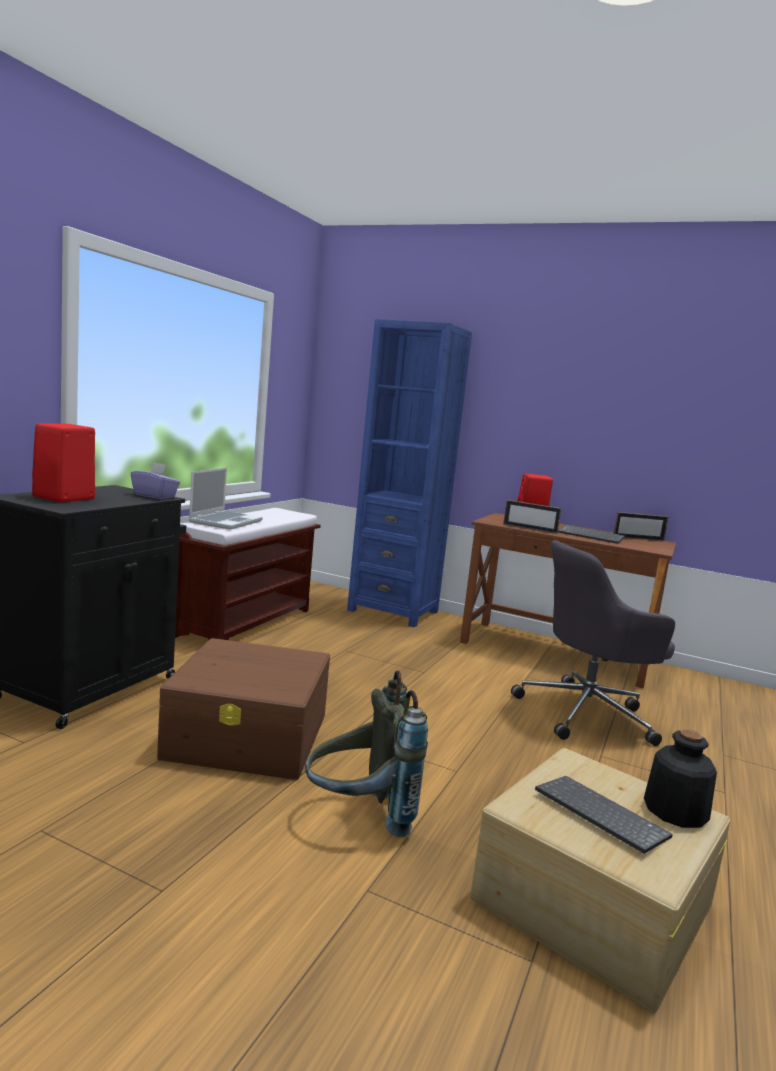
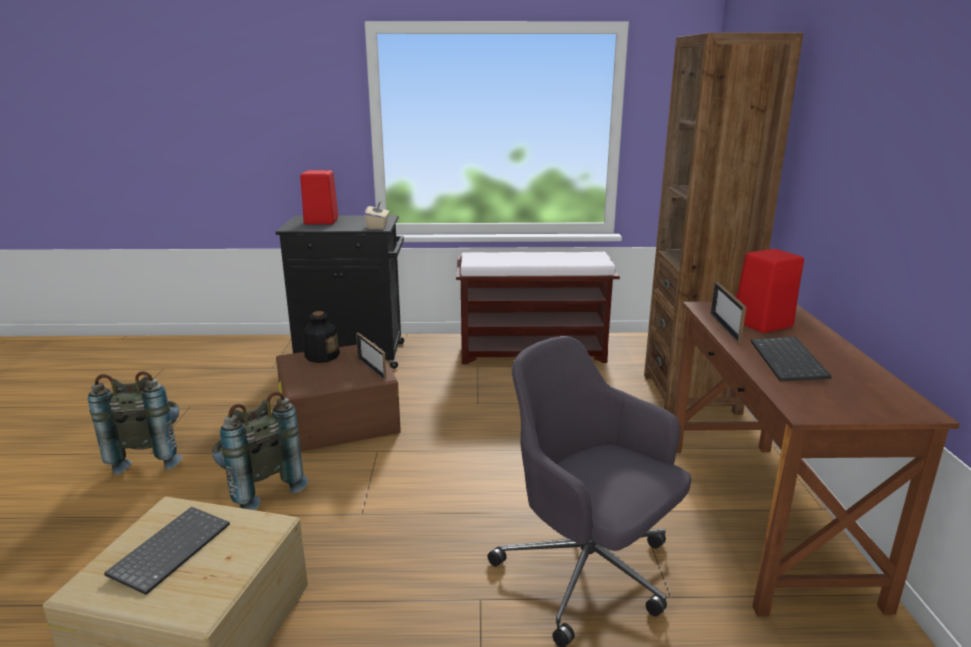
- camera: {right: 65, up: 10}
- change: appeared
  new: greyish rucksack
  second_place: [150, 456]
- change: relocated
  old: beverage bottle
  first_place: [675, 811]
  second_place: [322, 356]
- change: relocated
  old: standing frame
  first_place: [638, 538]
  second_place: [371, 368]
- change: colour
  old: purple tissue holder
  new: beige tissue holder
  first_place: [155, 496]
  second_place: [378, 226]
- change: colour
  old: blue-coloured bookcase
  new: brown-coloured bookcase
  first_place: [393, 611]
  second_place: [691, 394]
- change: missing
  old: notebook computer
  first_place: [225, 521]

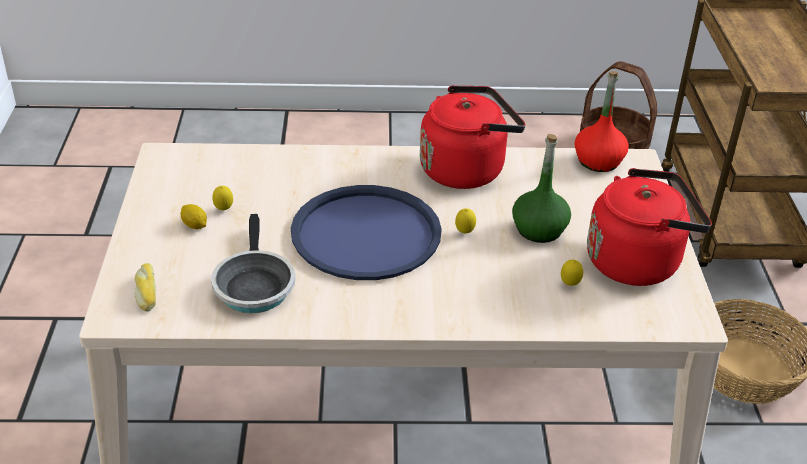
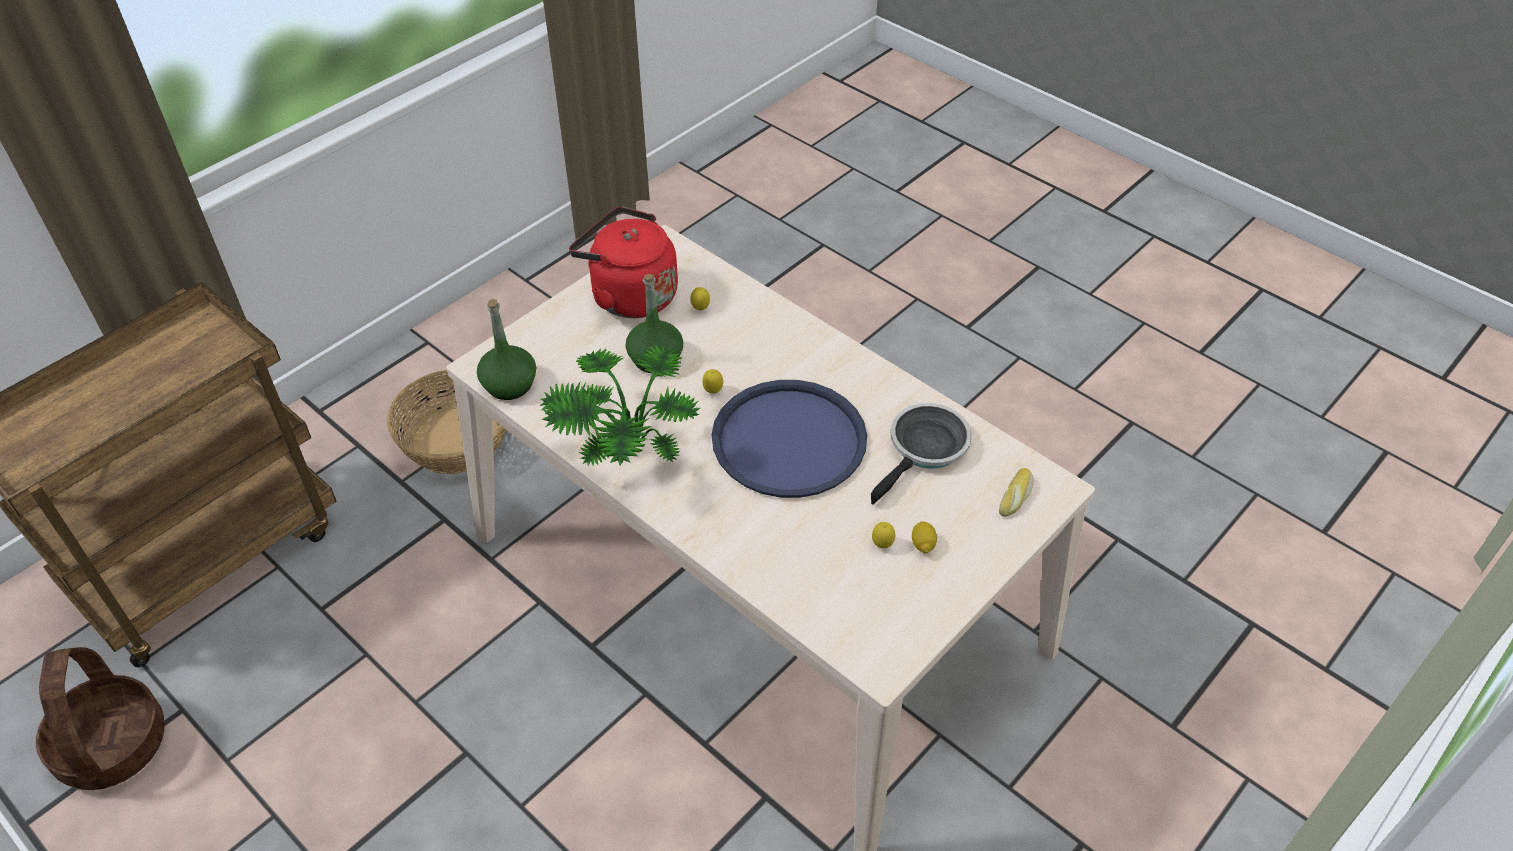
- camera: {right: -135, up: 10}
- change: colour
  old: reddish beverage bottle
  new: green beverage bottle
  first_place: [598, 161]
  second_place: [509, 385]
- change: exchanged
  old: reddish water kettle
  new: potted plant
  first_place: [466, 169]
  second_place: [624, 449]

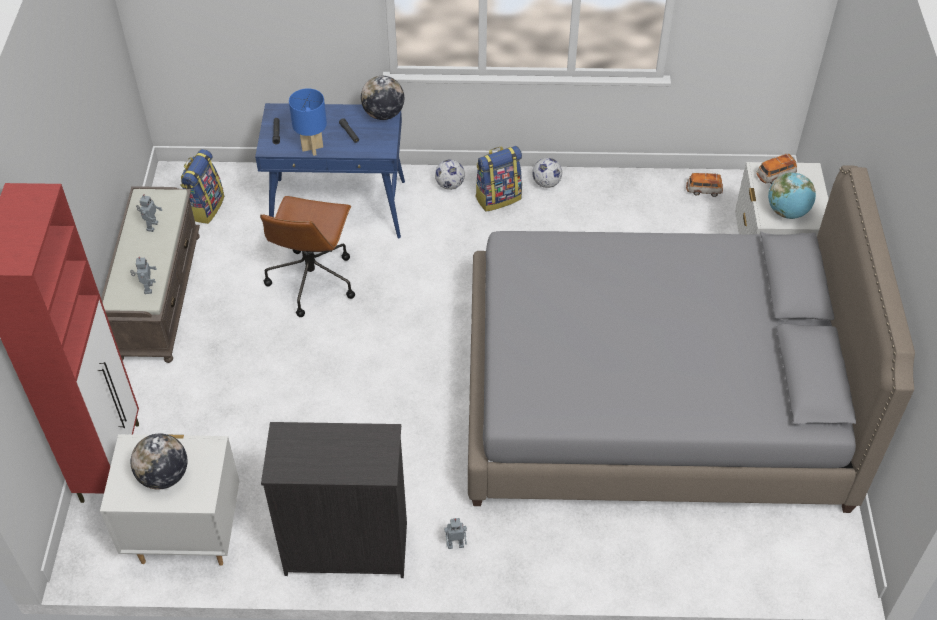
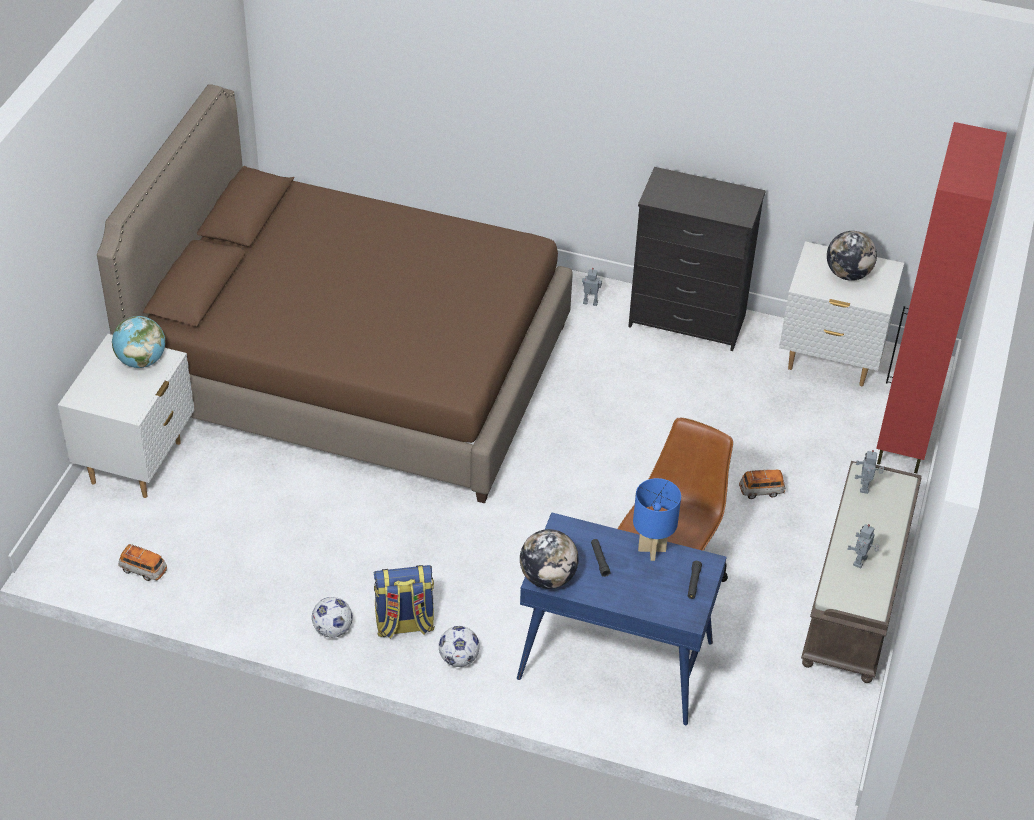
- camera: {right: -165, up: -5}
- change: colour
  old: greyish sleeping bed
  new: brown-coloured sleeping bed
  first_place: [652, 399]
  second_place: [353, 368]
- change: relocated
  old: miniature car
  first_place: [775, 176]
  second_place: [761, 491]
- change: missing
  old: rucksack
  first_place: [205, 207]

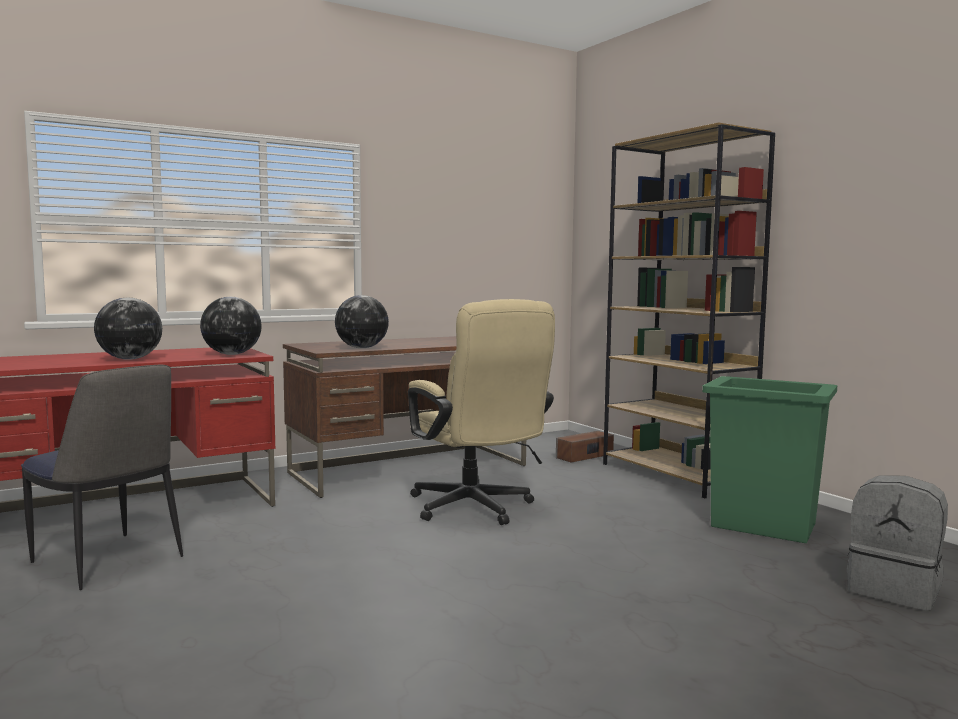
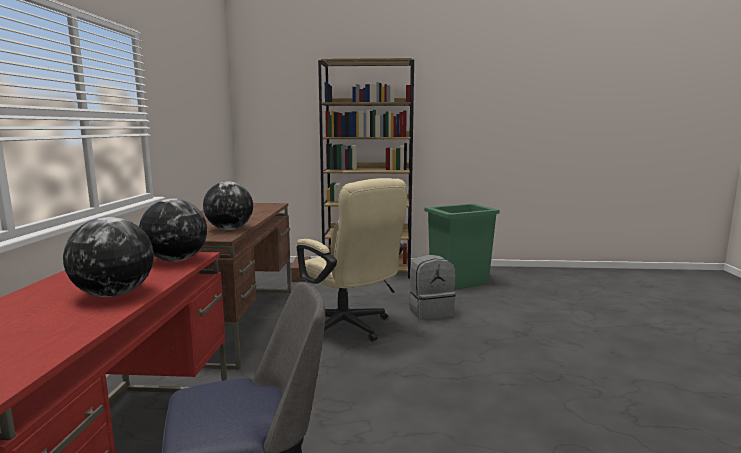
- camera: {right: -55, up: 5}
- change: spun
  old: beige office chair
  first_place: [476, 509]
  second_place: [349, 328]
  degrees: 45
- change: relocated
  old: greyish rucksack
  first_place: [895, 590]
  second_place: [430, 311]

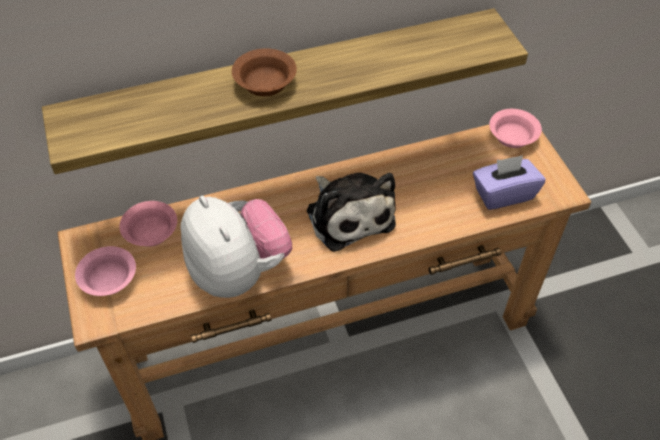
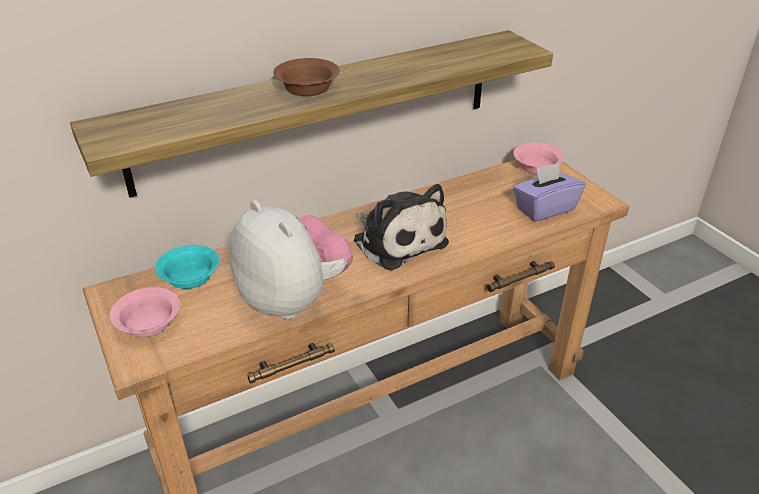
- camera: {right: -10, up: -15}
- change: colour
  old: pink deep dish
  new: turquoise deep dish
  first_place: [151, 231]
  second_place: [189, 276]

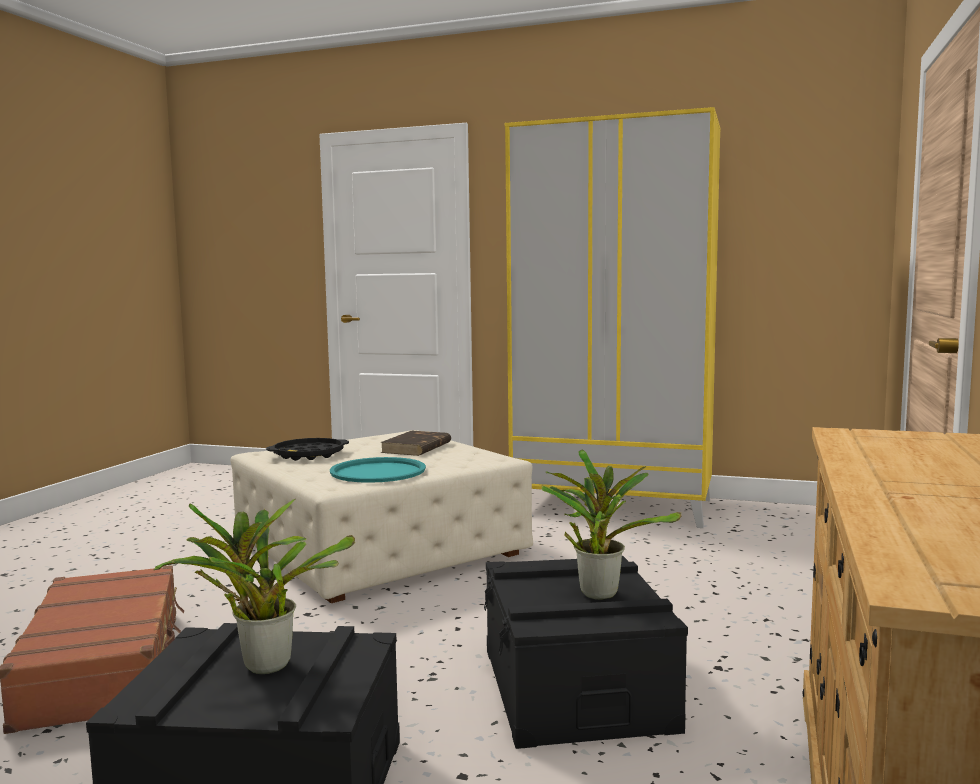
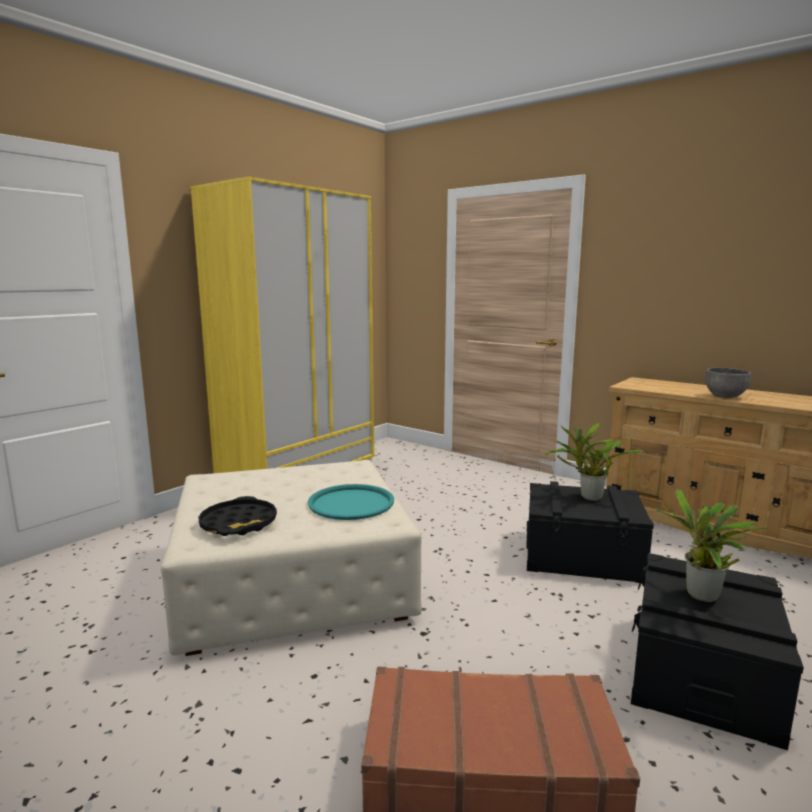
- camera: {right: -70, up: 5}
- change: appeared
  new: greyish deep dish
  second_place: [724, 396]
- change: missing
  old: brown-coloured volume
  first_place: [416, 447]

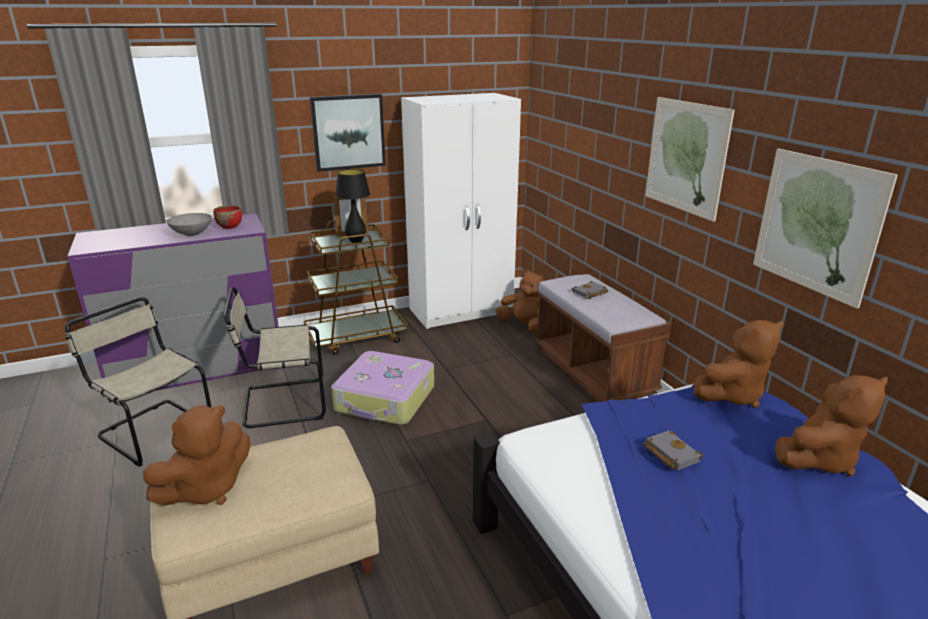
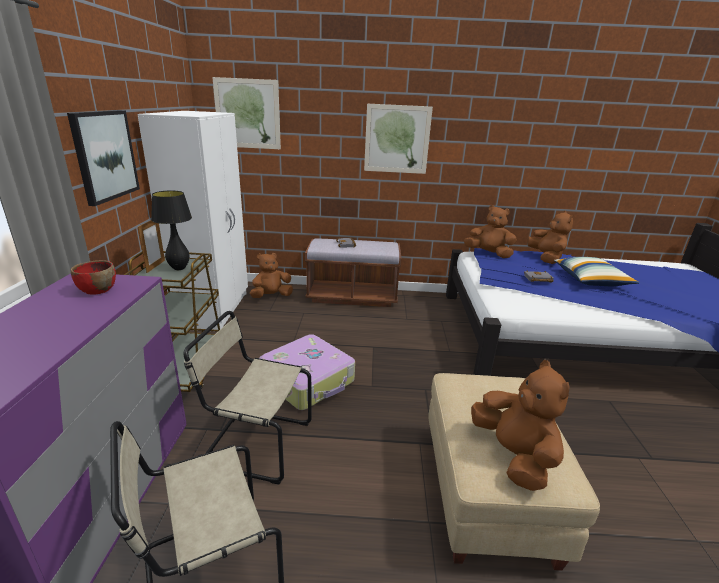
- camera: {right: -65, up: 0}
- change: spun
  old: beige chair
  first_place: [281, 403]
  second_place: [254, 443]
  degrees: 90
- change: relocated
  old: wall art
  first_place: [817, 225]
  second_place: [247, 114]
- change: spun
  old: brown-coloured plush toy
  first_place: [732, 395]
  second_place: [488, 254]
  degrees: -60
- change: appeared
  new: cushion
  second_place: [591, 280]
- change: missing
  old: greyish deep dish
  first_place: [191, 234]

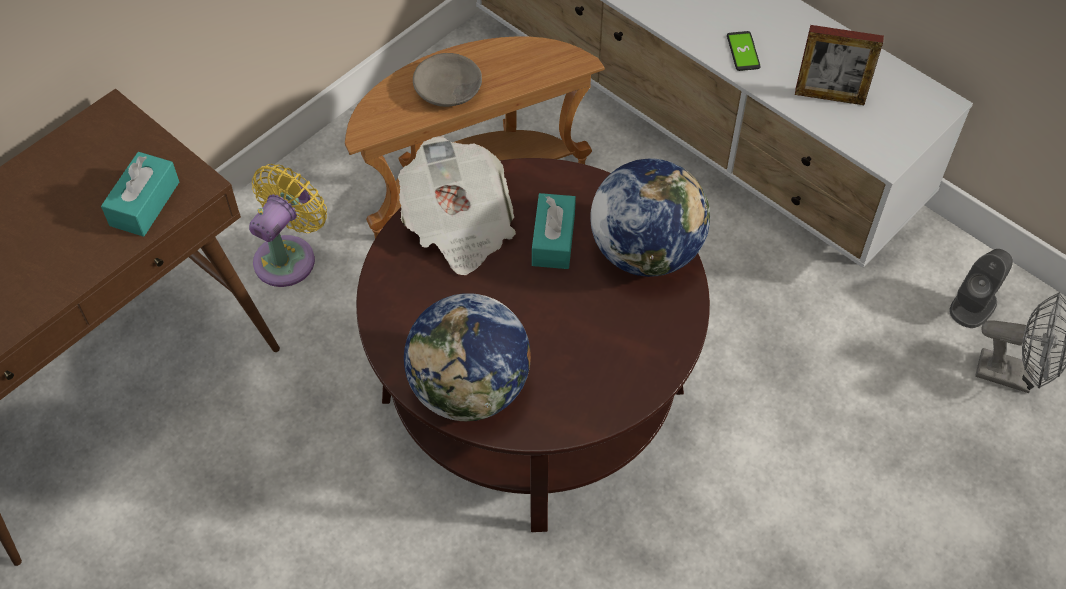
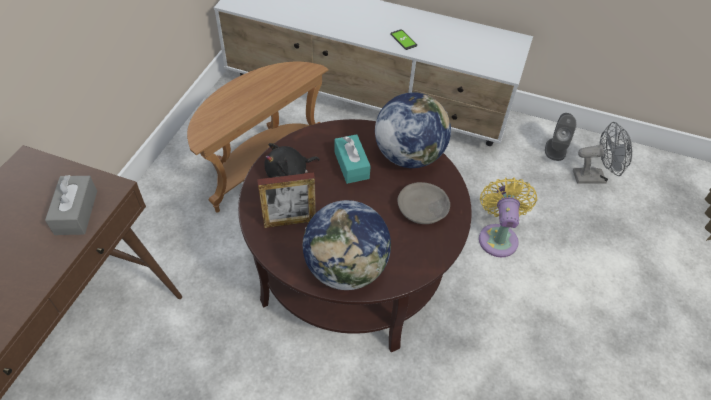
- camera: {right: -25, up: -5}
- change: colour
  old: turquoise tissue holder
  new: greyish tissue holder
  first_place: [144, 203]
  second_place: [76, 212]
- change: relocated
  old: standing frame
  first_place: [829, 96]
  second_place: [289, 221]
- change: exchanged
  old: newspaper
  new: blackish plush toy
  first_place: [458, 225]
  second_place: [289, 174]
- change: relocated
  old: greyish deep dish
  first_place: [448, 90]
  second_place: [423, 209]
- change: relocated
  old: yellowish fan
  first_place: [289, 256]
  second_place: [498, 237]

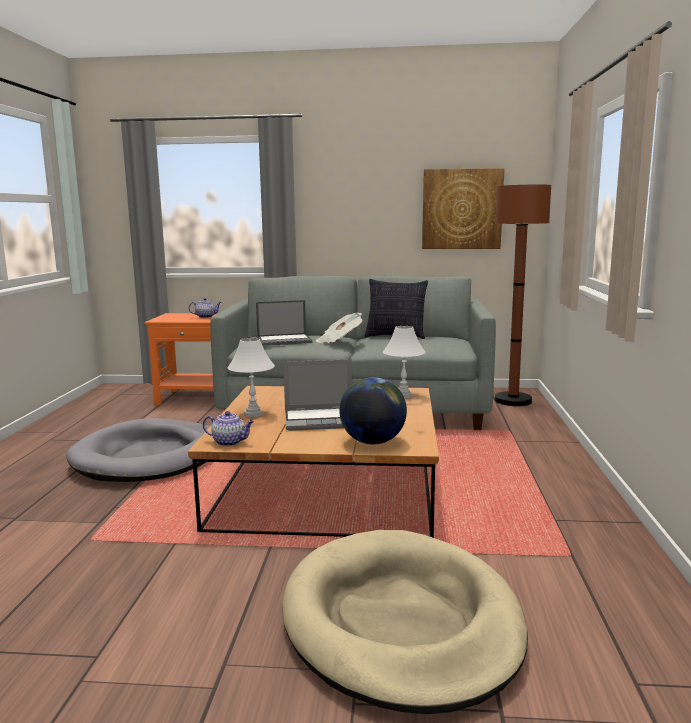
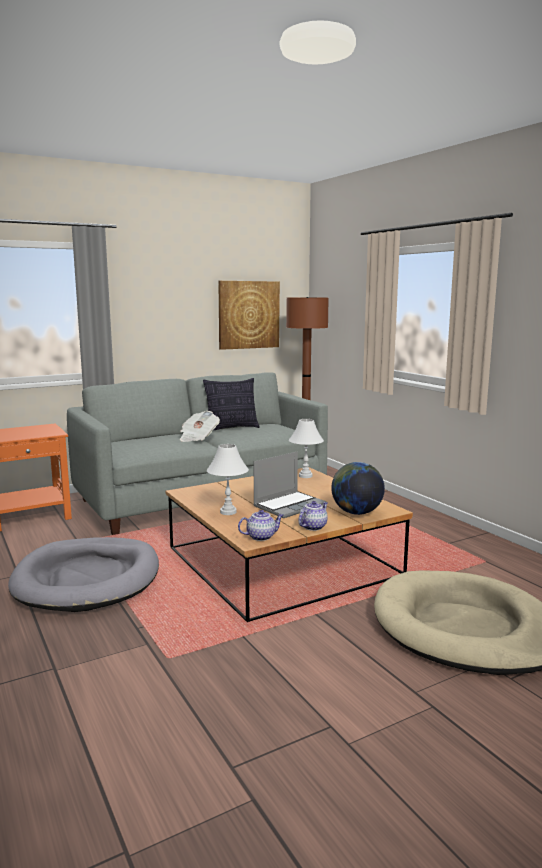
- camera: {right: -35, up: 0}
- change: relocated
  old: tea pot
  first_place: [206, 317]
  second_place: [313, 527]
- change: missing
  old: notebook computer
  first_place: [285, 340]

